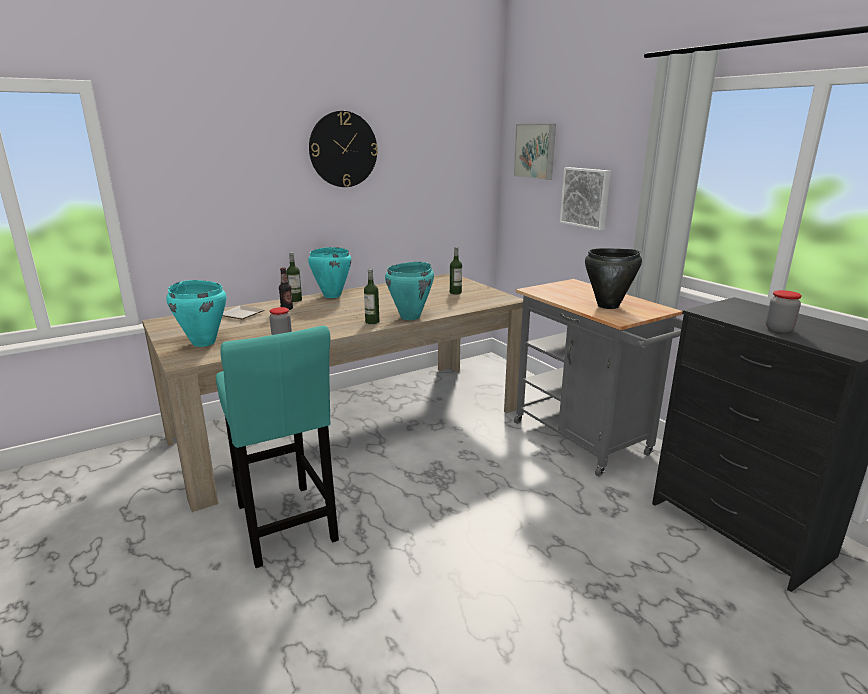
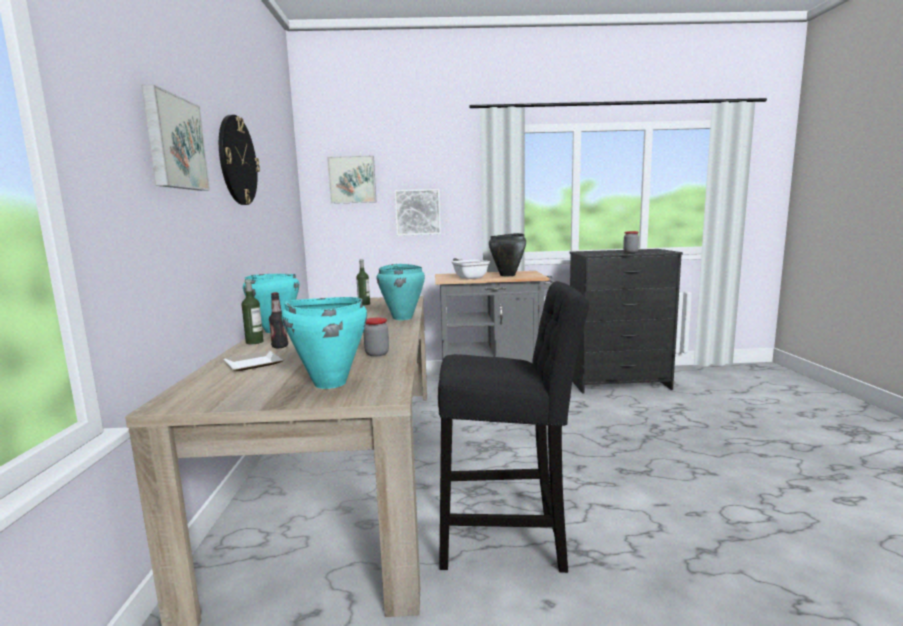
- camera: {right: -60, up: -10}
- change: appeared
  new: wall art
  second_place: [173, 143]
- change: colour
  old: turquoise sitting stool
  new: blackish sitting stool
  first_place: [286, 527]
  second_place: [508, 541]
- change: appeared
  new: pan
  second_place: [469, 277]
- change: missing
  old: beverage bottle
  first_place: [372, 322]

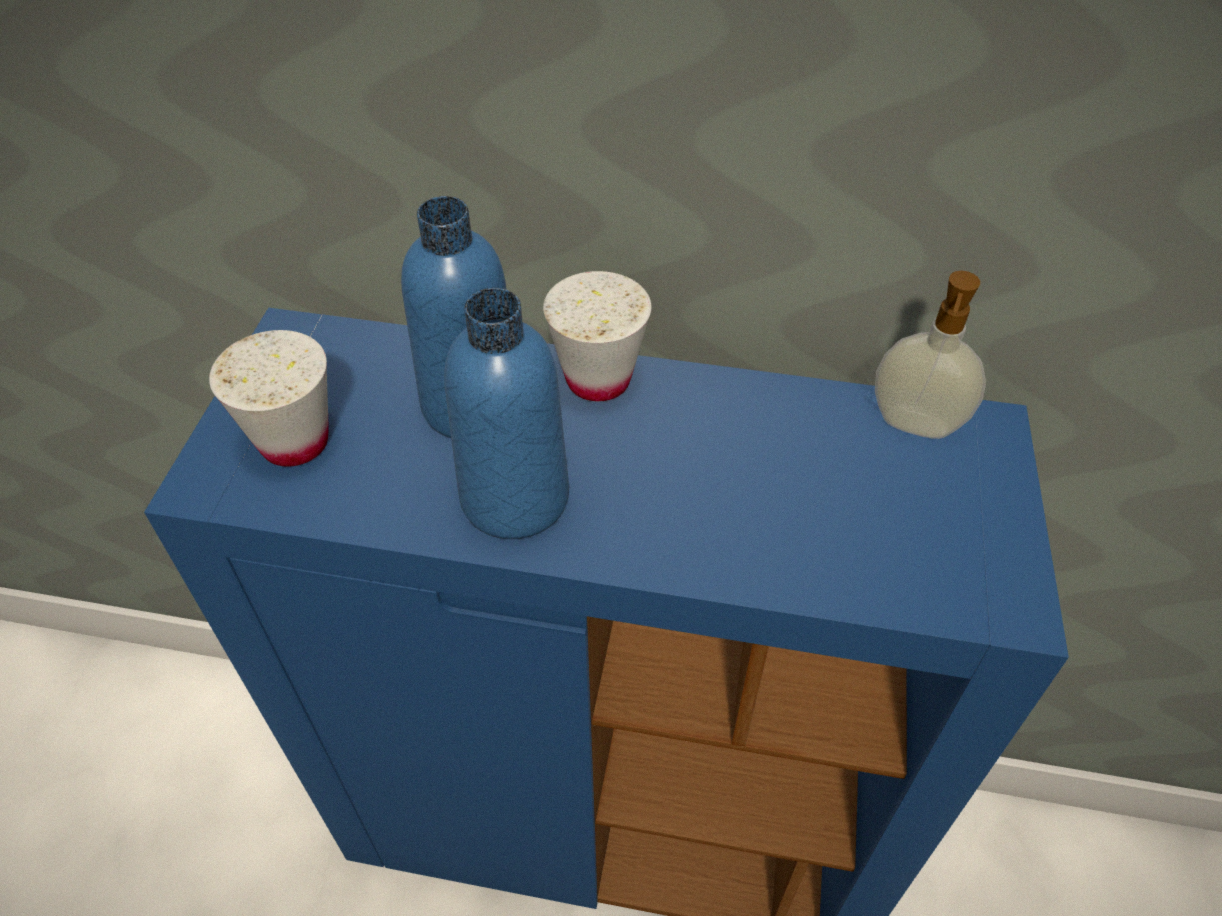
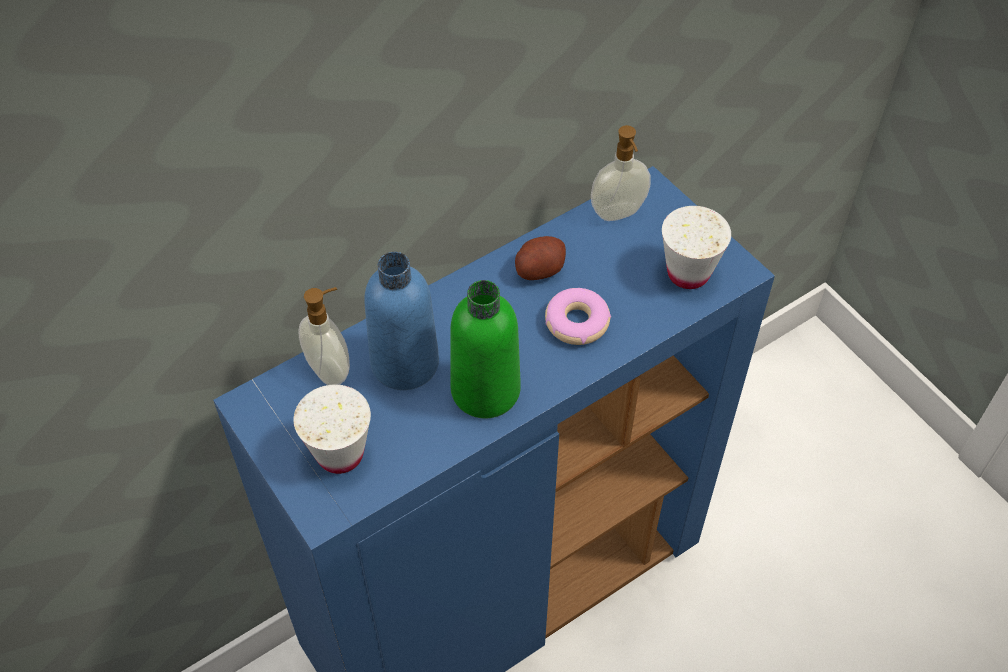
- camera: {right: -45, up: 5}
- change: appeared
  new: soap bottle
  second_place: [330, 369]
- change: colour
  old: blue-coloured beverage bottle
  new: green beverage bottle
  first_place: [515, 497]
  second_place: [485, 390]
- change: appeared
  new: whole potato
  second_place: [539, 269]
- change: appeared
  new: doughnut
  second_place: [576, 322]
- change: relocated
  old: whitish drinking cup
  first_place: [598, 379]
  second_place: [688, 273]

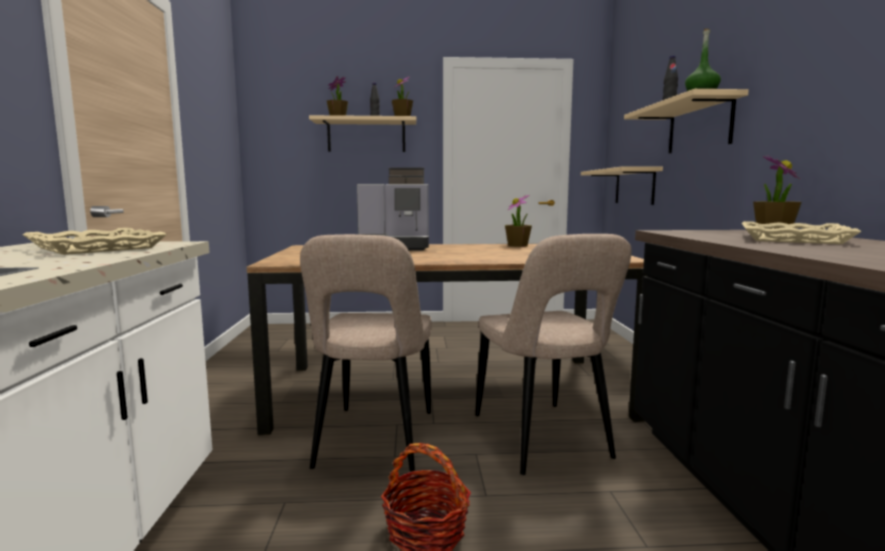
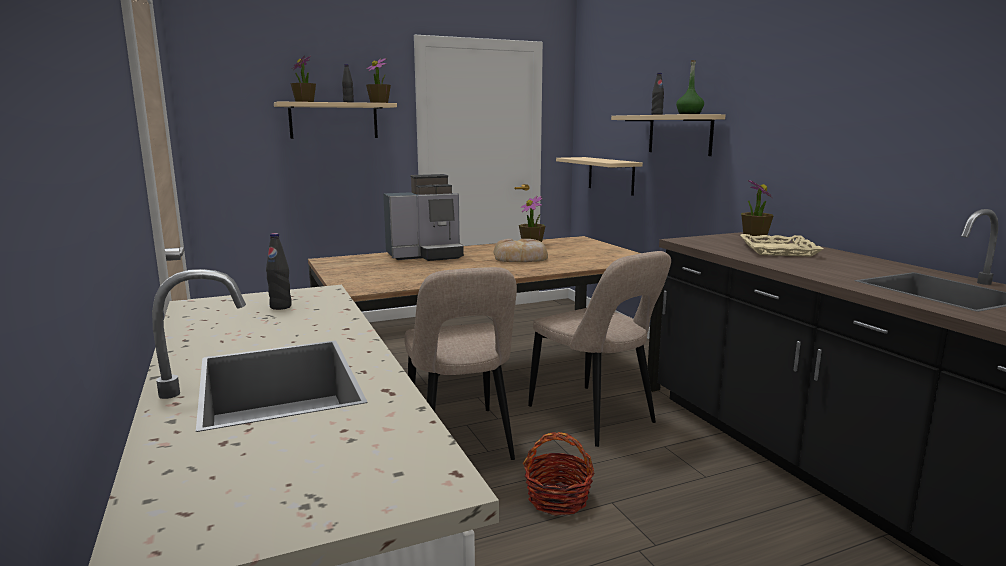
- camera: {right: -20, up: 5}
- change: exchanged
  old: beige serving tray
  new: blackish beverage bottle
  first_place: [98, 248]
  second_place: [280, 307]
- change: appeared
  new: bread
  second_place: [521, 257]

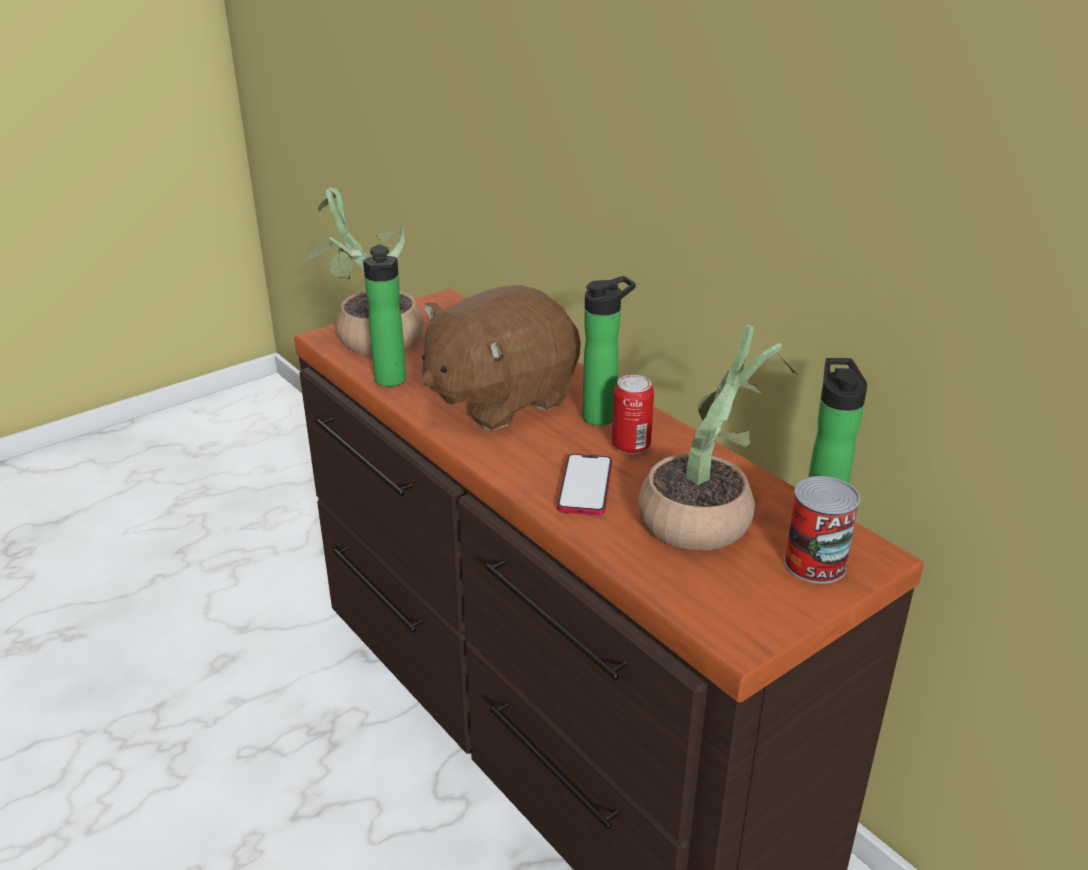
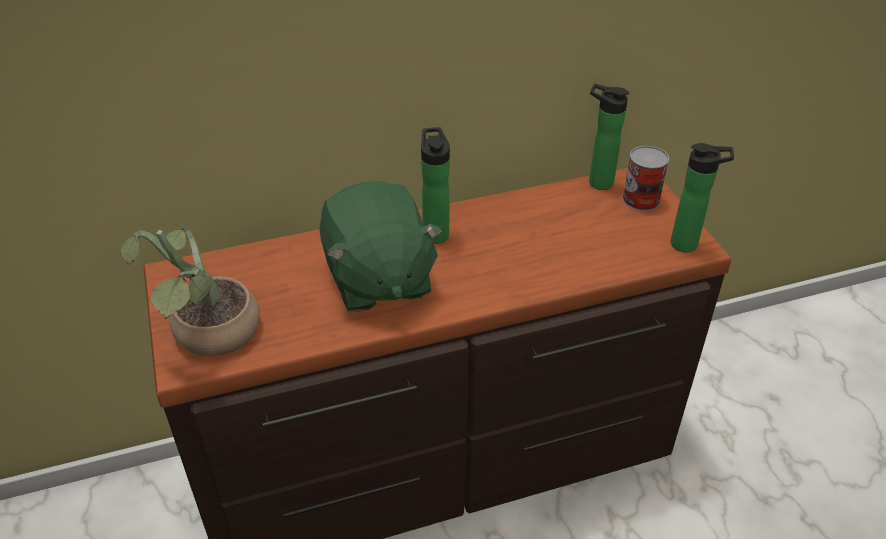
- camera: {right: -70, up: 10}
- change: colour
  old: brown-coloured plush toy
  new: green plush toy
  first_place: [499, 399]
  second_place: [378, 279]
- change: relocated
  old: beverage bottle
  first_place: [390, 382]
  second_place: [688, 244]
- change: missing
  old: telephone
  first_place: [585, 486]
- change: missing
  old: metal can
  first_place: [631, 445]
- change: missing
  old: potted plant
  first_place: [707, 517]

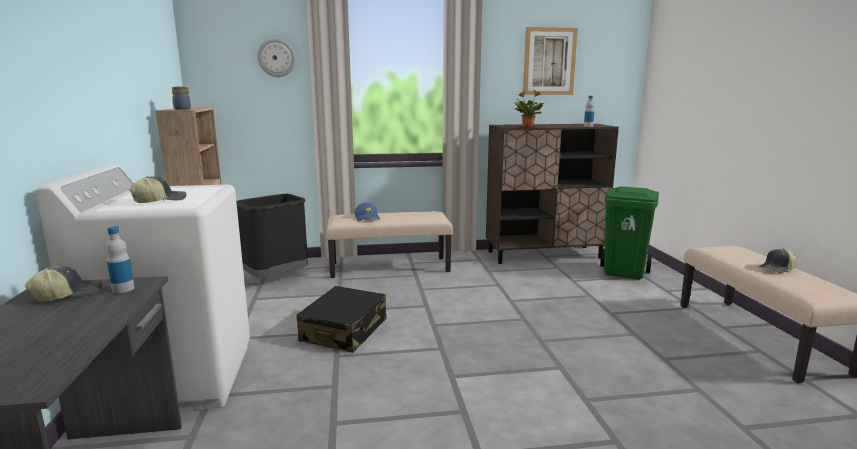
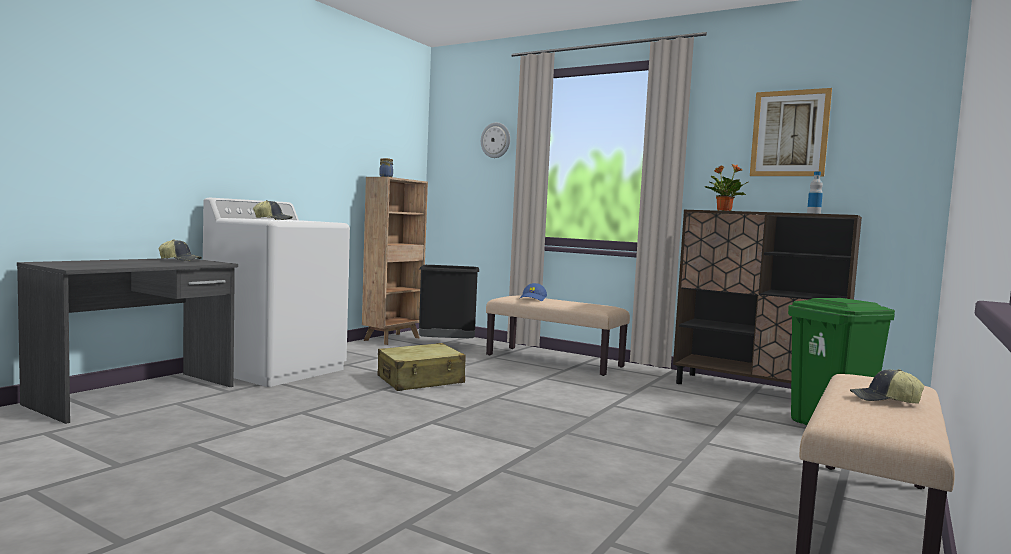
- camera: {right: 40, up: -10}
- change: colour
  old: blackish suitcase
  new: beige suitcase
  first_place: [344, 331]
  second_place: [421, 380]
- change: missing
  old: beverage bottle
  first_place: [123, 289]

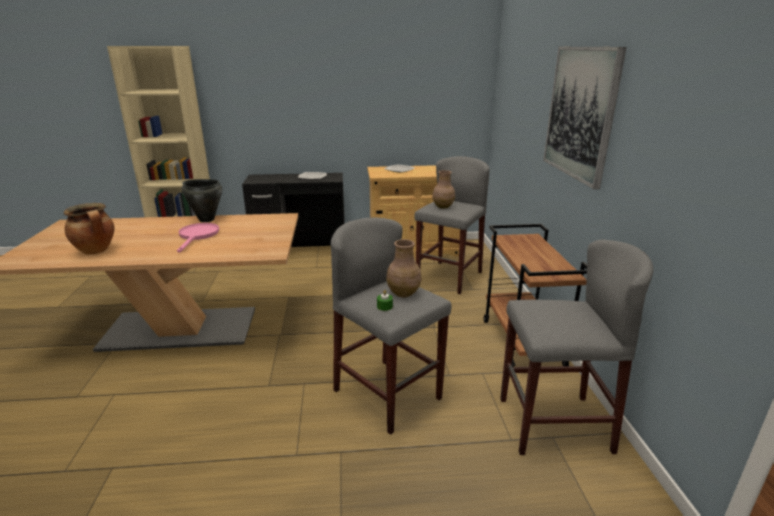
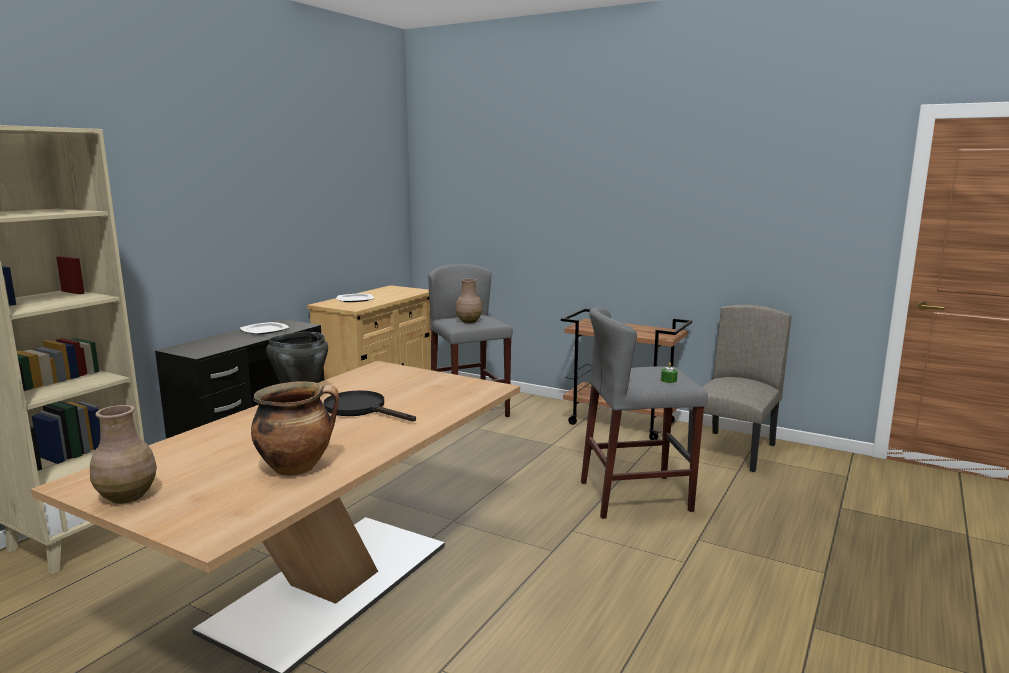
- camera: {right: -55, up: -10}
- change: relocated
  old: brown-coloured decorative vase
  first_place: [404, 293]
  second_place: [128, 496]
- change: colour
  old: pink pan
  new: blackish pan
  first_place: [197, 236]
  second_place: [361, 409]
- change: exchanged
  old: greyish sitting stool
  new: beige chair
  first_place: [553, 424]
  second_place: [733, 451]
- change: missing
  old: wall art
  first_place: [580, 113]

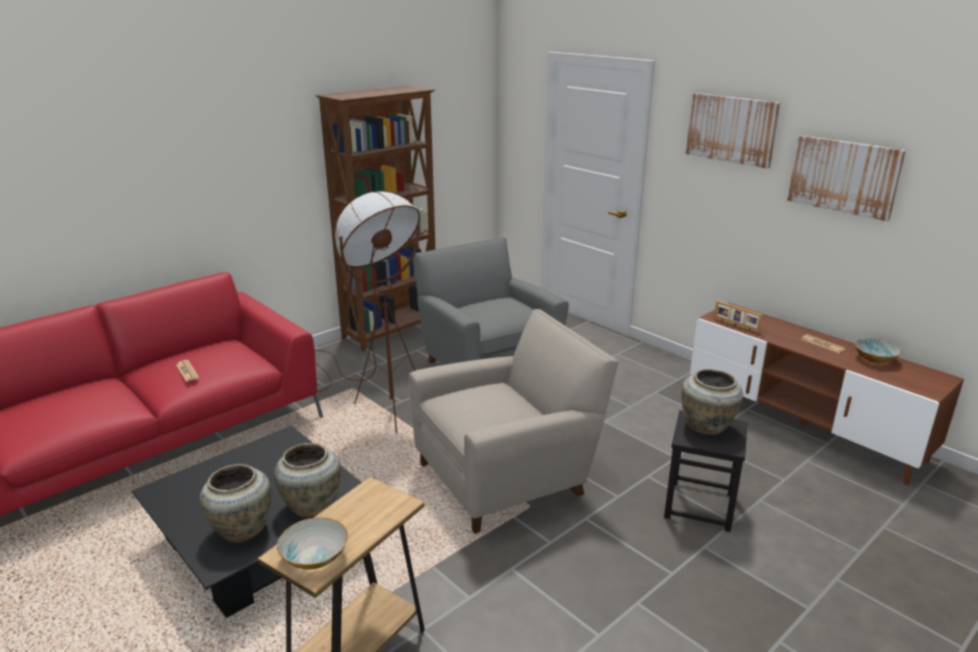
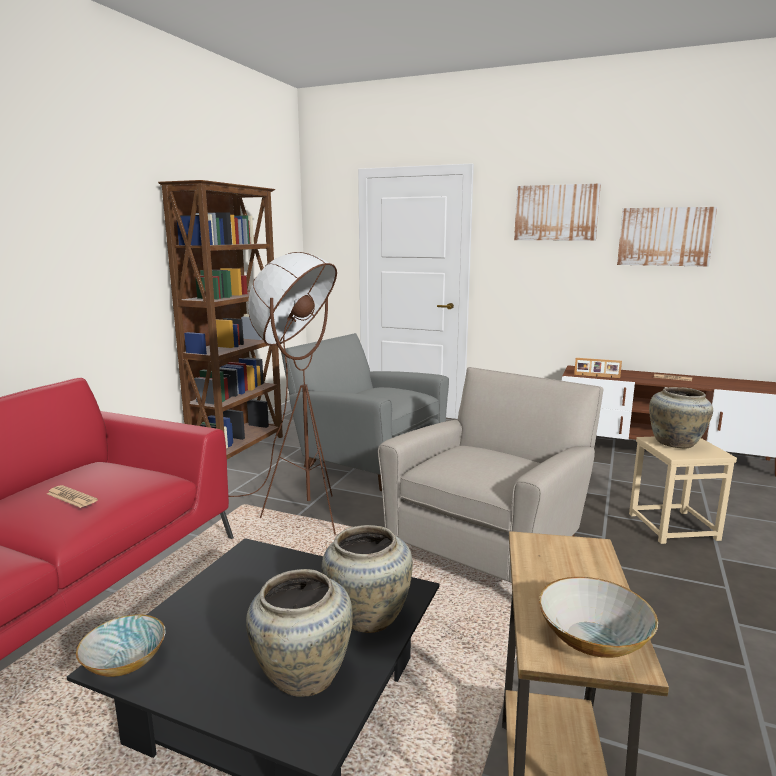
- camera: {right: -25, up: -10}
- change: relocated
  old: deep dish
  first_place: [875, 359]
  second_place: [126, 661]
- change: colour
  old: blackish sitting stool
  new: beige sitting stool
  first_place: [699, 505]
  second_place: [673, 526]

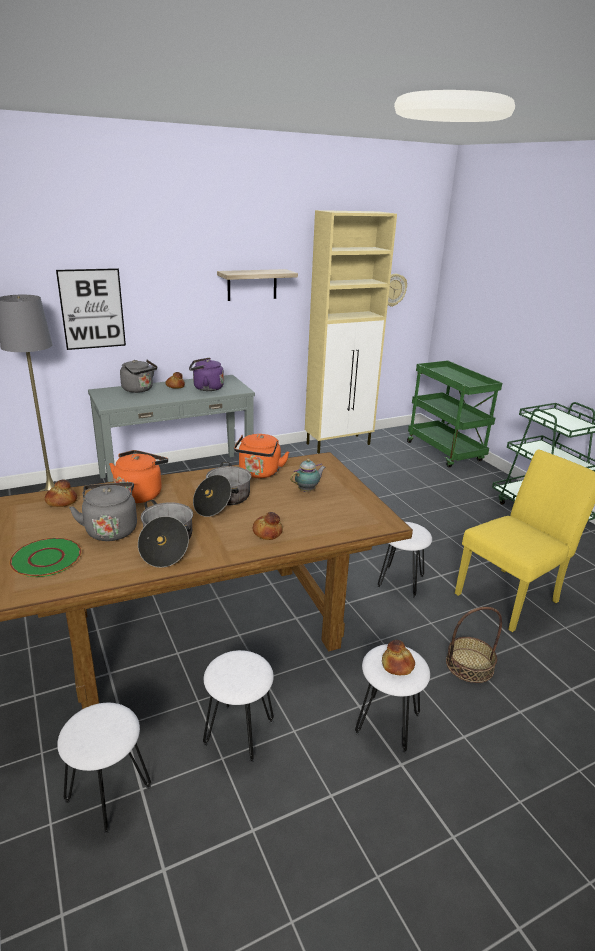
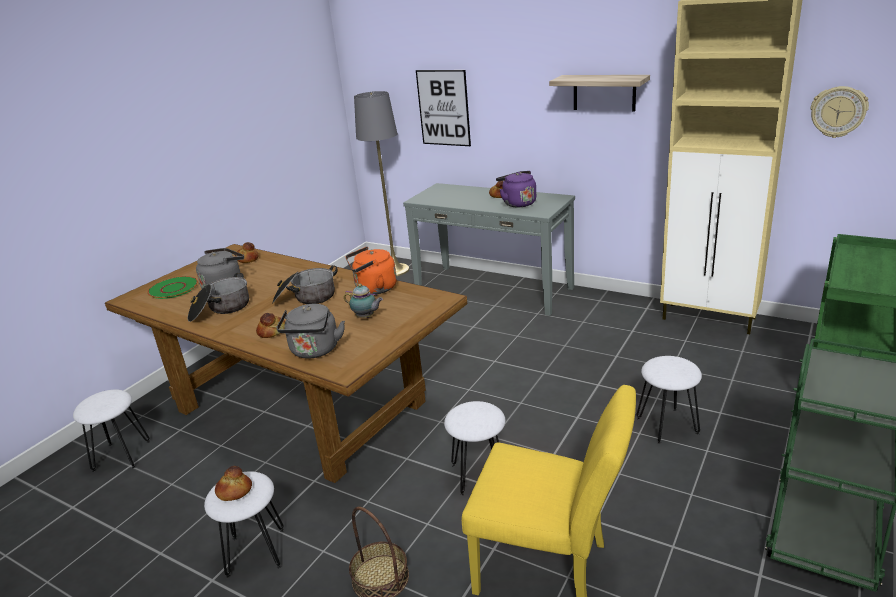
- camera: {right: 60, up: 0}
- change: relocated
  old: greyish water kettle
  first_place: [139, 390]
  second_place: [314, 351]
- change: relocated
  old: whitish sitting stool
  first_place: [238, 732]
  second_place: [666, 425]
- change: missing
  old: orange water kettle
  first_place: [140, 494]

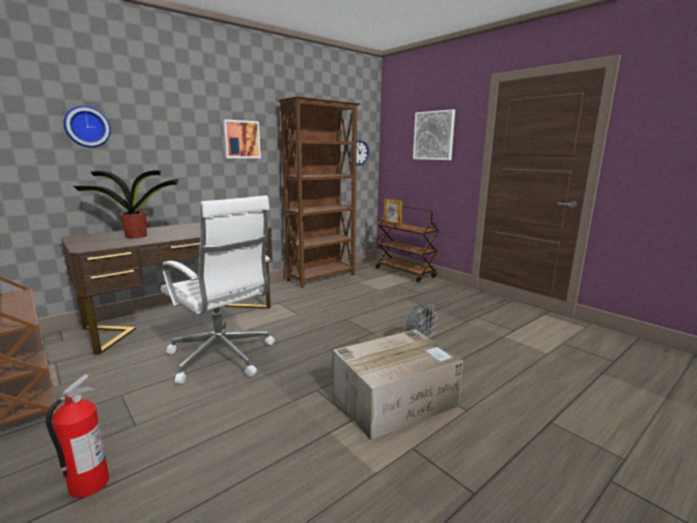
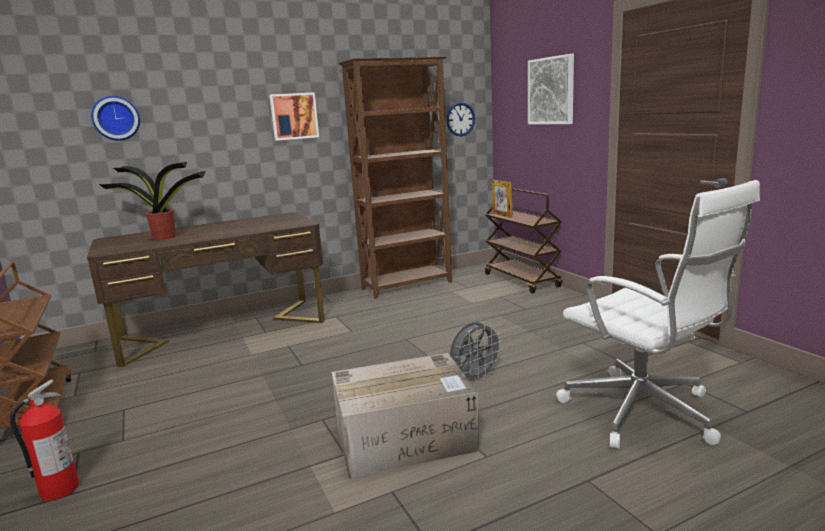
- camera: {right: 15, up: 0}
- change: relocated
  old: whitish office chair
  first_place: [222, 357]
  second_place: [644, 413]

